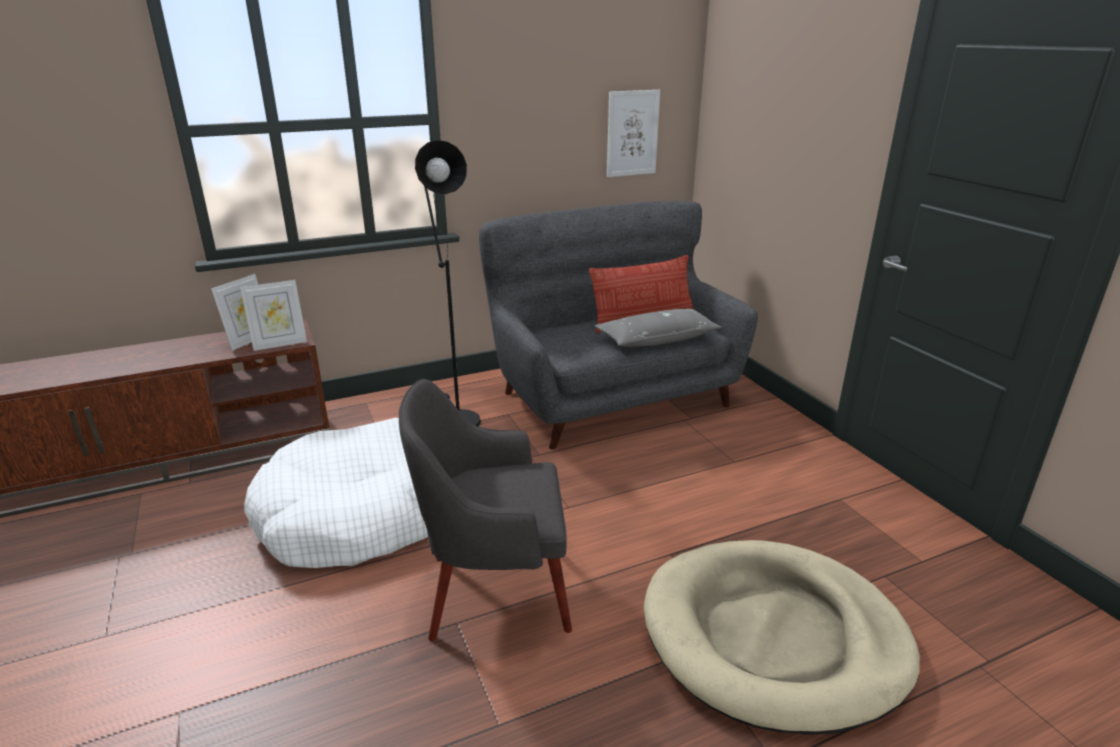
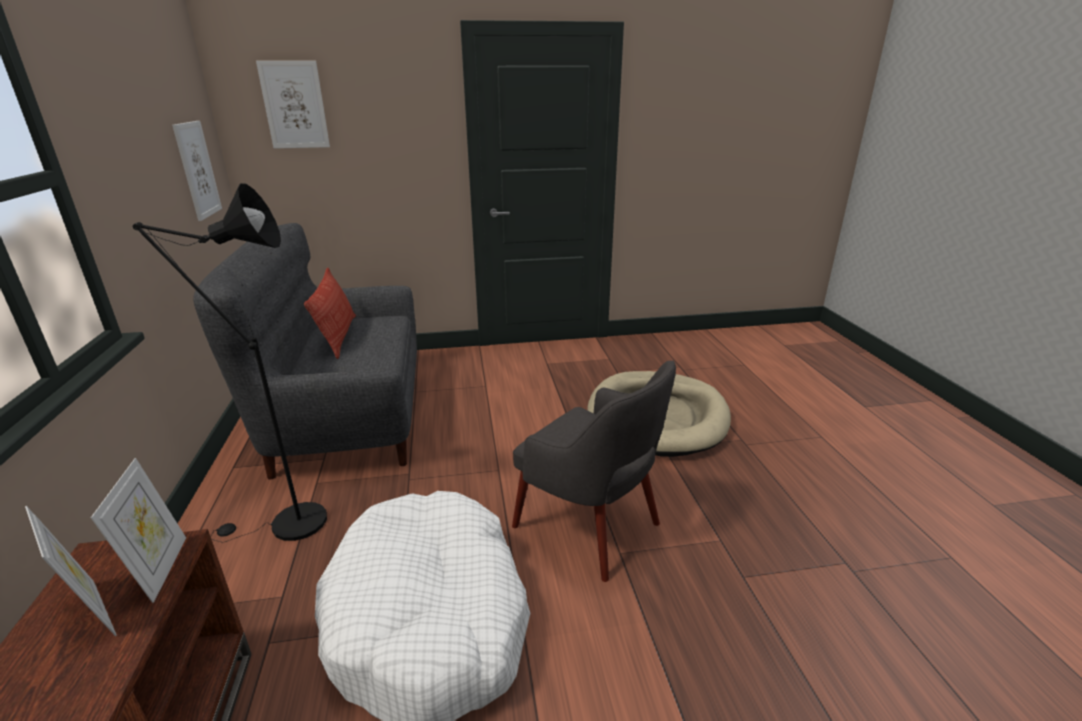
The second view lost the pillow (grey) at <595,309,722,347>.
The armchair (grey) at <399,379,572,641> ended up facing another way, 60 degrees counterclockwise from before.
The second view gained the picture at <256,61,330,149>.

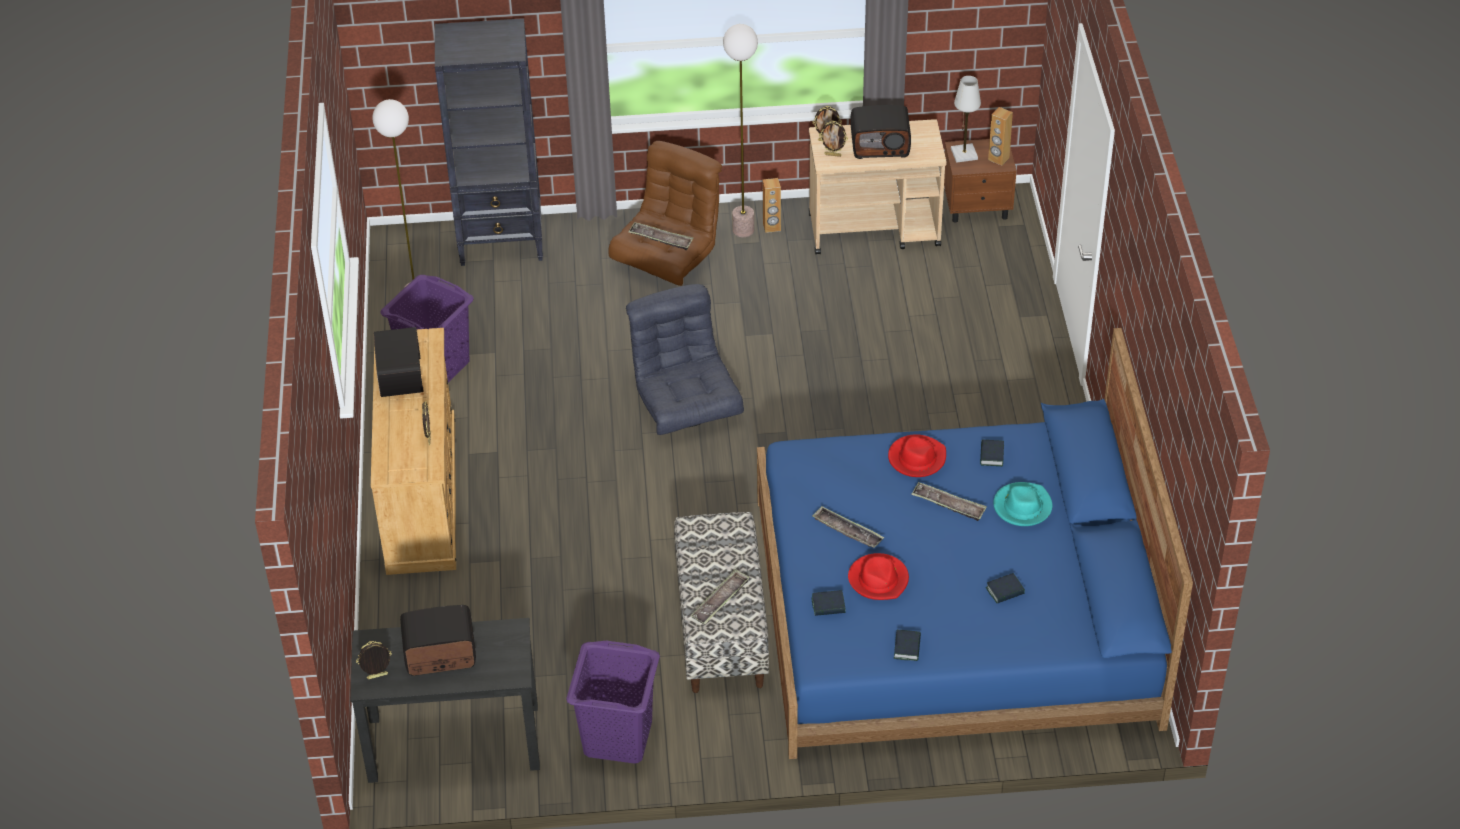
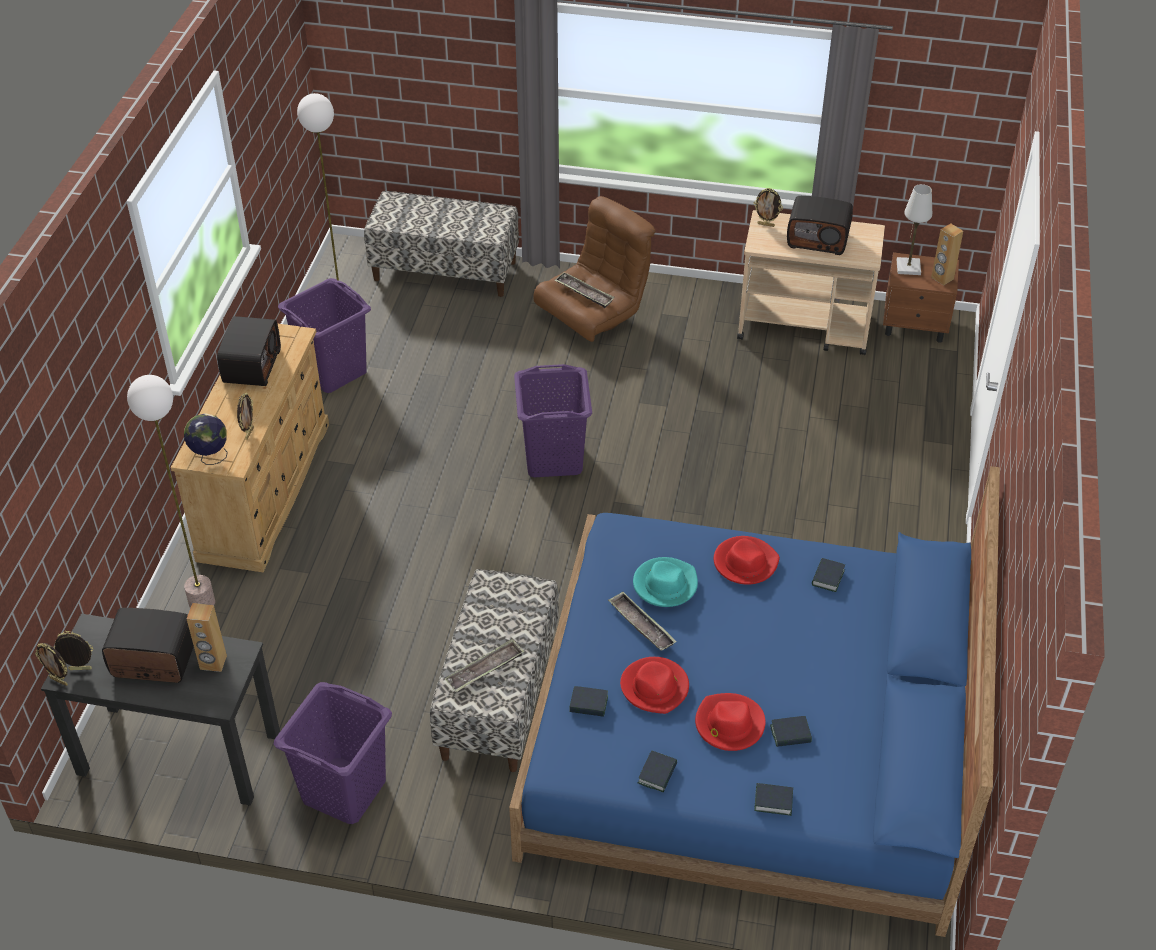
Where the bookcase (black) stood at <435,18,543,266>, the bench came to stand at <364,191,519,297>.
The floor lamp ended up elsewhere, having gone from <723,24,758,237> to <127,375,215,608>.
The picture frame ended up elsewhere, having gone from <819,121,848,157> to <35,643,68,686>.
The speaker (brown) ended up elsewhere, having gone from <763,178,781,233> to <187,603,227,672>.
Where the armchair (grey) stood at <626,284,744,435>, the laundry basket (purple) came to stand at <514,364,592,477>.
The second view lost the tray at <911,482,987,521>.
The hat (turquoise) ended up elsewhere, having gone from <993,482,1053,526> to <633,557,698,607>.
The second view gained the globe at <184,413,228,465>.
The second view gained the hat (red) at <695,693,766,751>.
The second view gained the book at <754,783,793,816>.

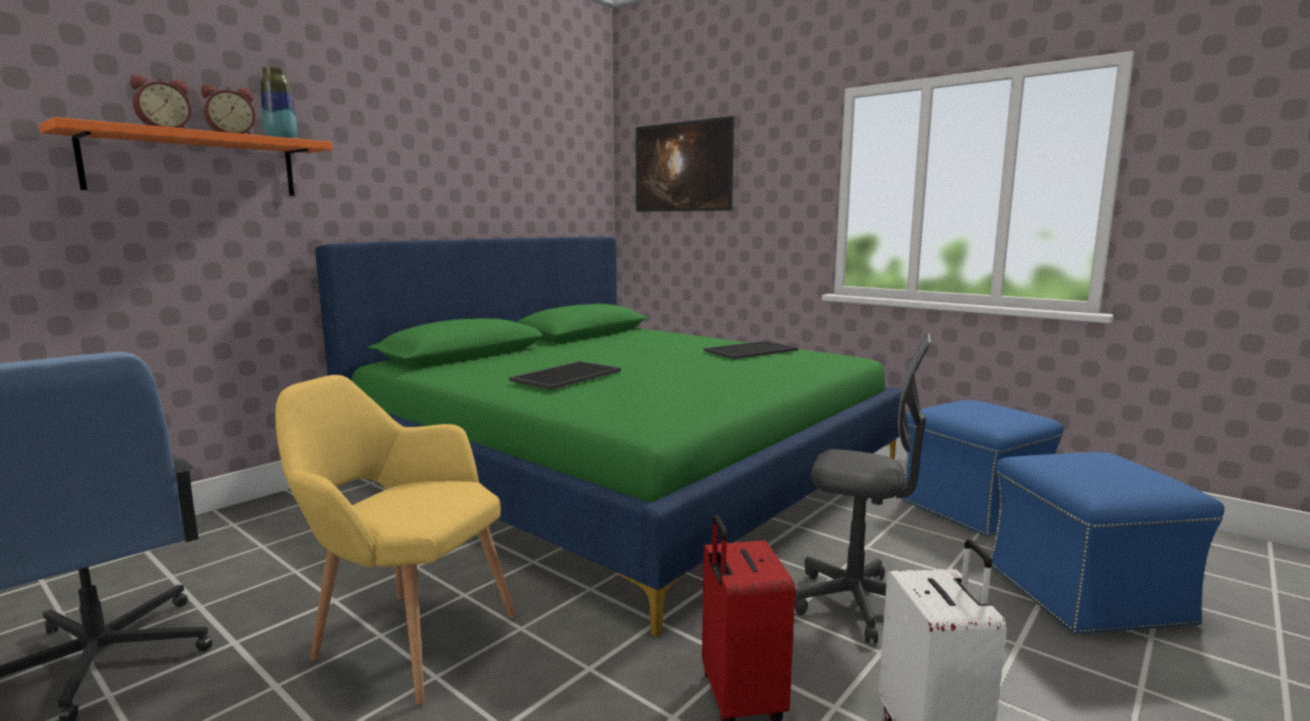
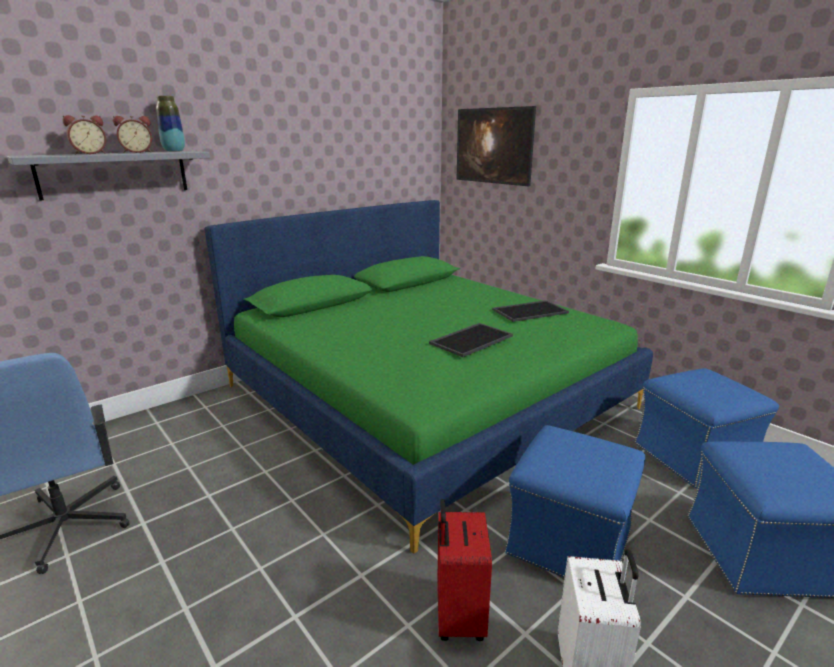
What was the shelf (orange) at <39,117,333,196> turned into the shelf (grey) at <7,151,210,200>.
Where the office chair (grey) stood at <795,333,931,643>, the ottoman (blue) came to stand at <505,425,645,578>.
The tray ended up elsewhere, having gone from <509,361,621,390> to <429,323,513,357>.
The second view lost the armchair (yellow) at <275,375,516,705>.

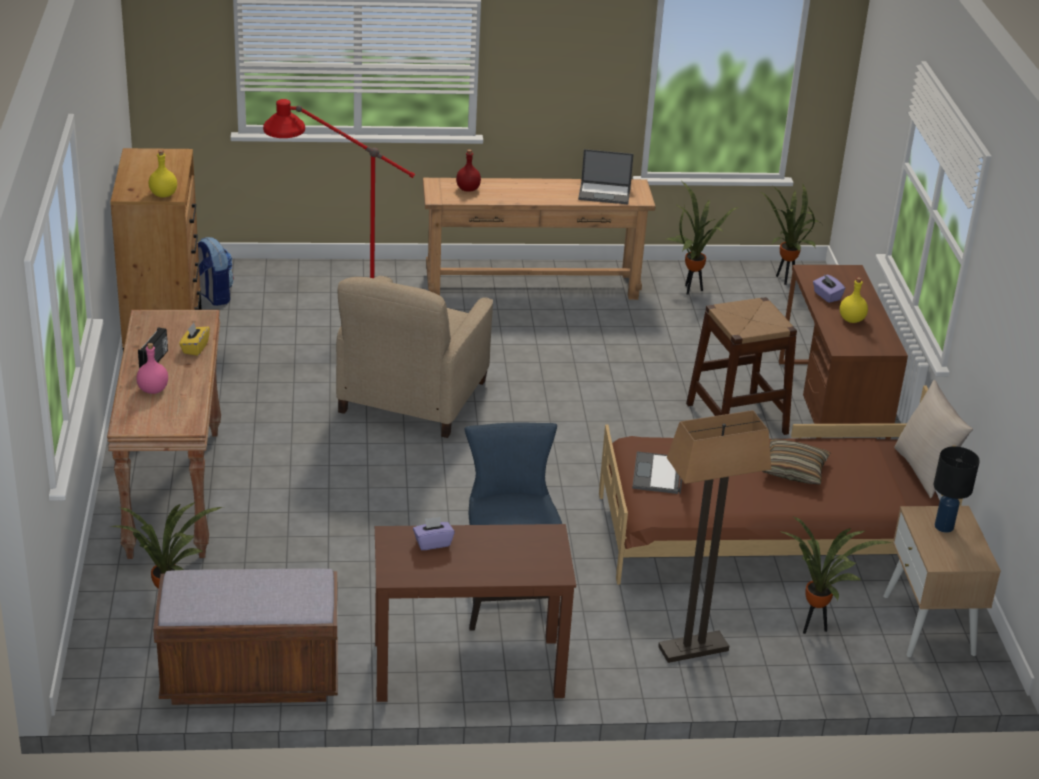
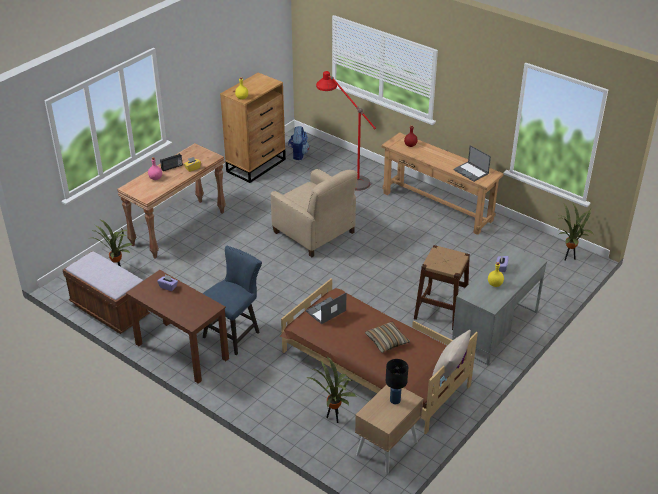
The second view lost the potted plant at <665,182,739,295>.
What was the desk (brown) at <779,265,908,439> turned into the desk (grey) at <452,245,547,365>.
The armchair (beige) at <336,276,493,438> ended up facing another way, 105 degrees counterclockwise from before.
The second view lost the floor lamp at <658,410,771,663>.

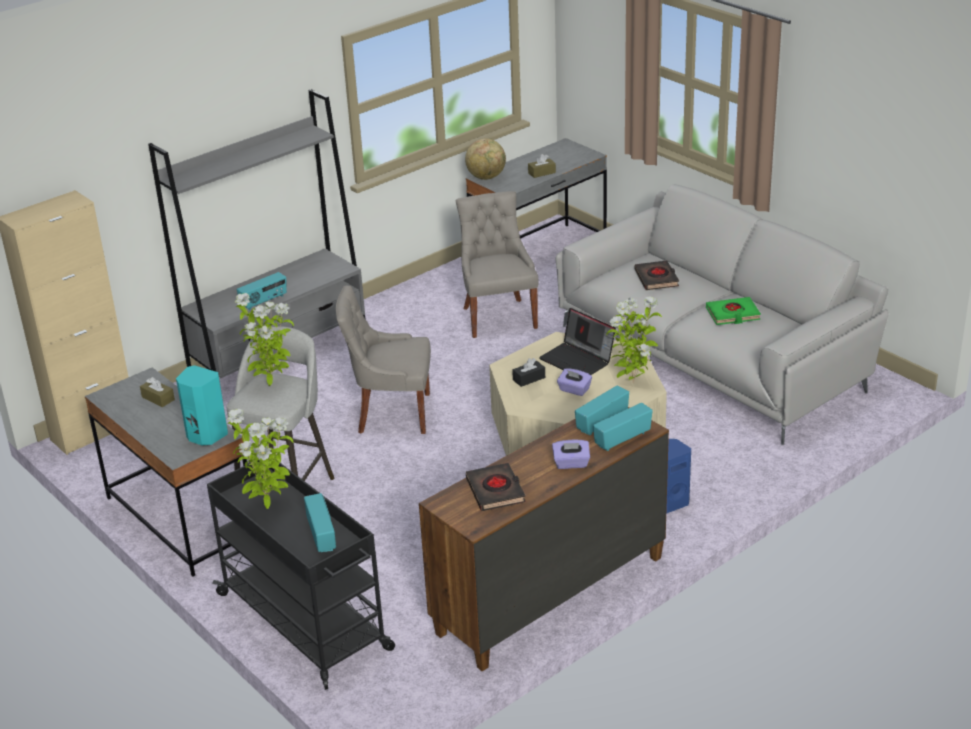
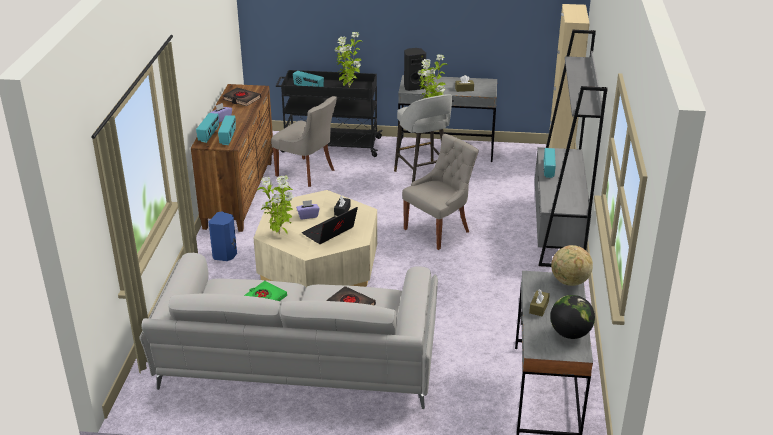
The chair (grey) ended up elsewhere, having gone from <456,191,538,338> to <271,96,337,187>.
The laptop at <539,308,616,375> ended up facing another way, 45 degrees counterclockwise from before.
What was the speaker (turquoise) at <176,365,228,445> turned into the speaker (black) at <404,48,426,91>.
The second view gained the globe at <550,295,595,339>.

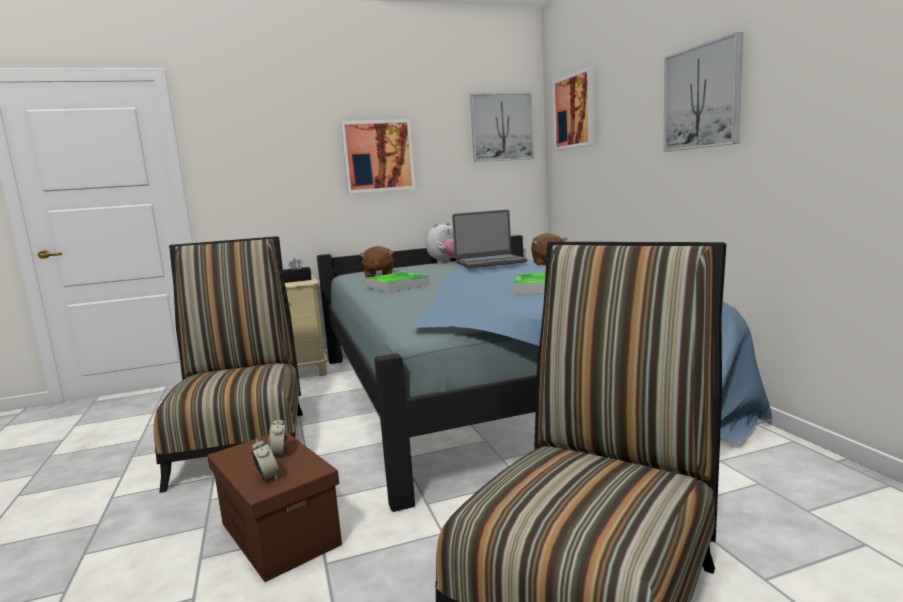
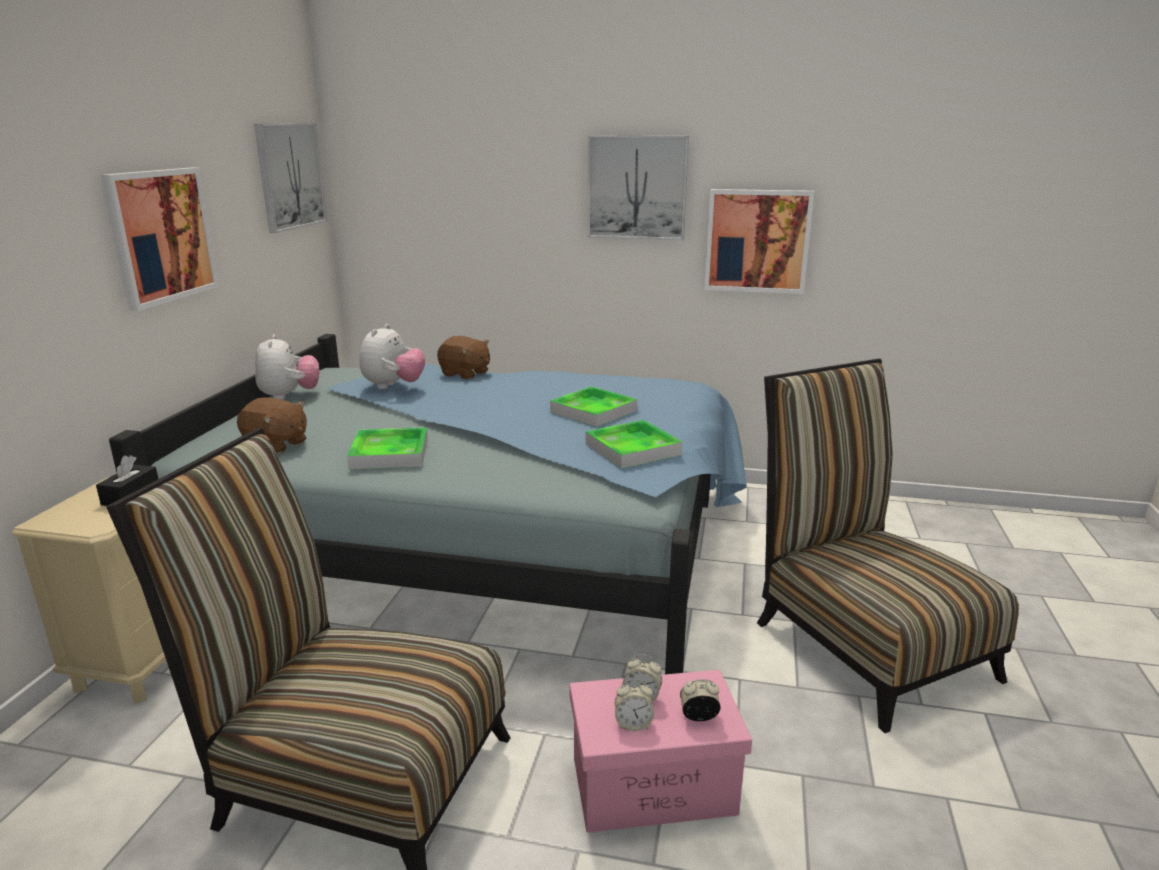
The picture ended up elsewhere, having gone from <552,67,595,150> to <704,189,814,294>.
Where the laptop stood at <452,210,527,268>, the plush toy came to stand at <359,324,425,389>.
What was the storage box (brown) at <207,432,342,582> turned into the storage box (pink) at <569,670,752,833>.
The second view gained the tray at <585,420,682,469>.
The second view gained the alarm clock at <615,679,654,731>.

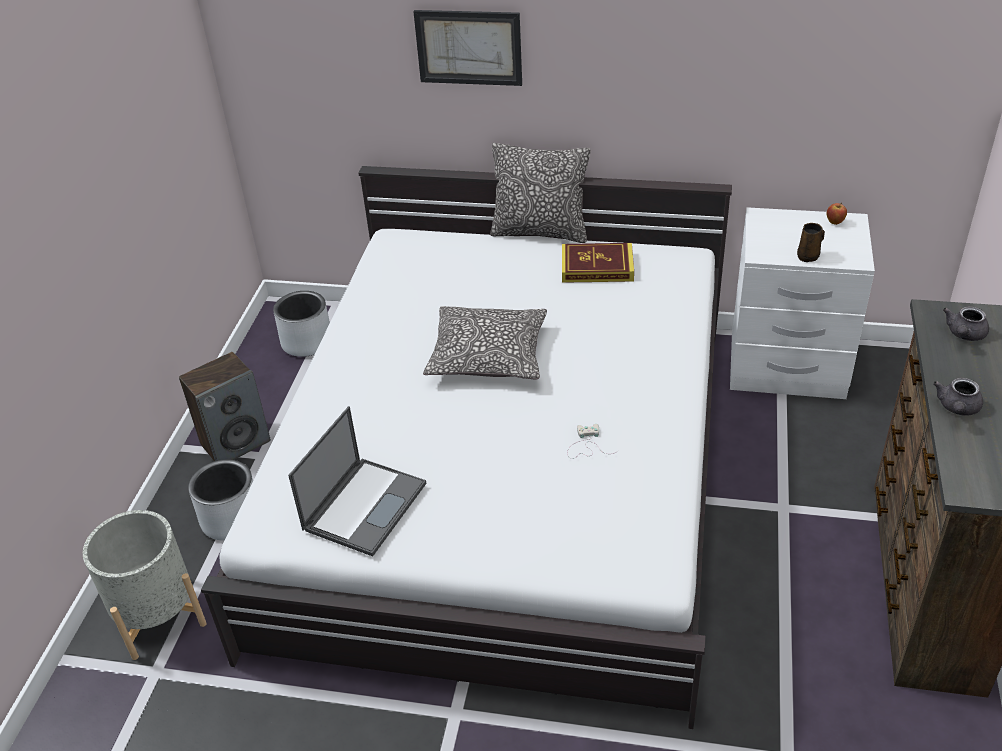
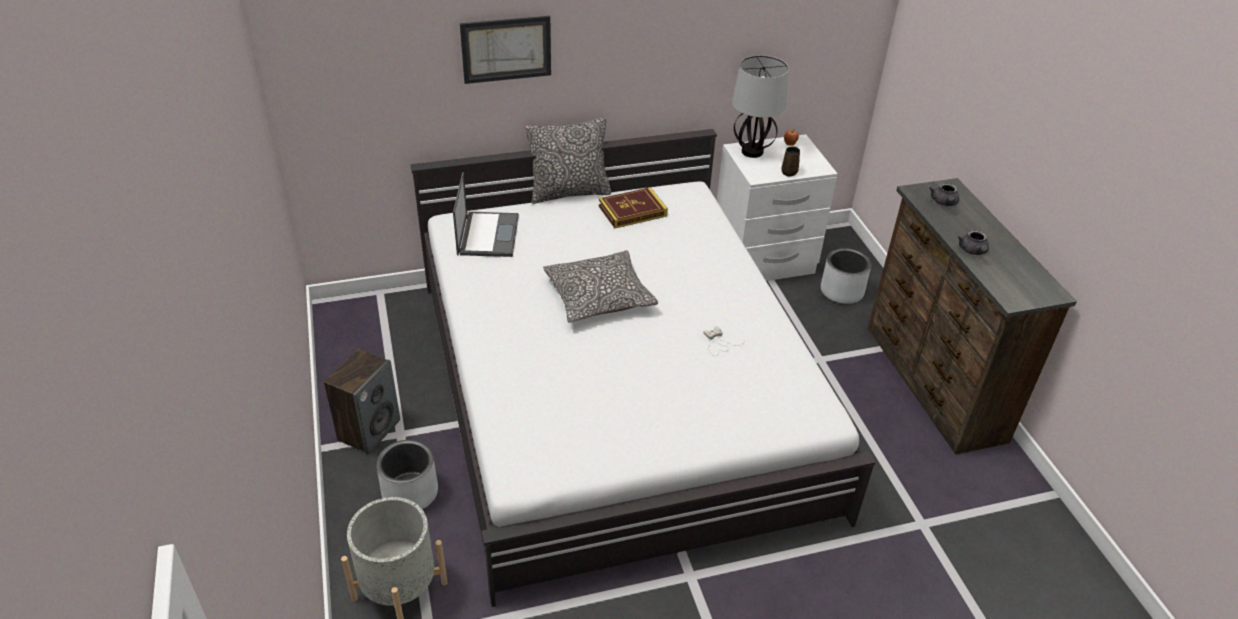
The planter (grey) ended up elsewhere, having gone from <273,291,330,357> to <821,248,871,304>.
The laptop ended up elsewhere, having gone from <288,406,426,557> to <453,172,519,257>.
The second view gained the table lamp at <732,55,789,158>.

